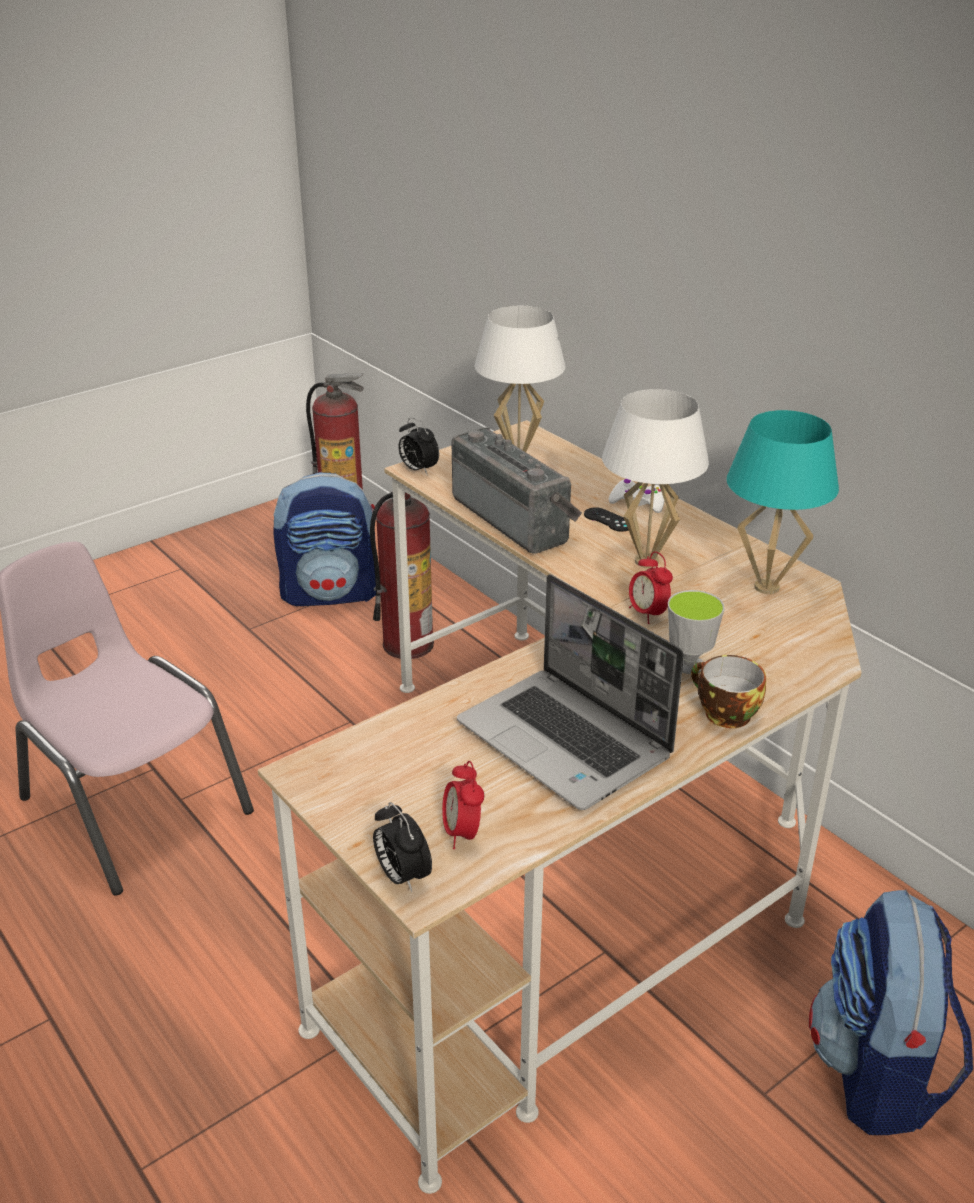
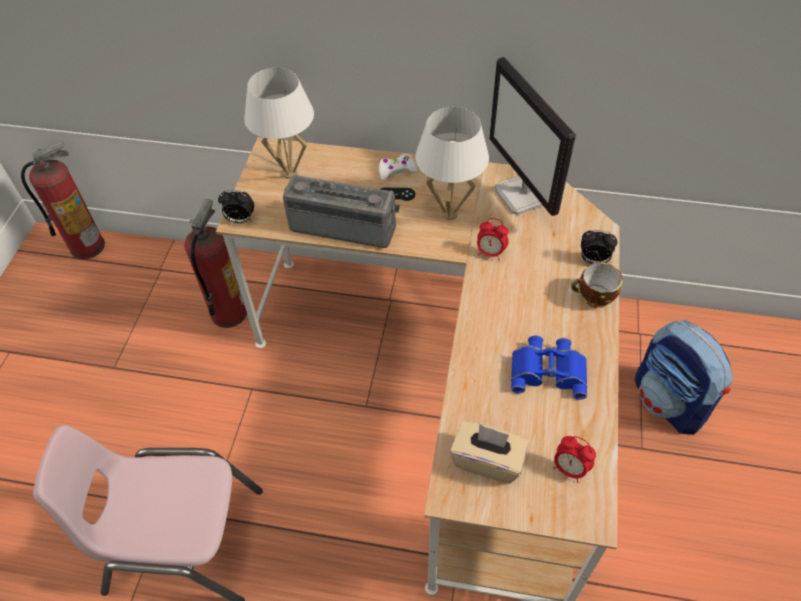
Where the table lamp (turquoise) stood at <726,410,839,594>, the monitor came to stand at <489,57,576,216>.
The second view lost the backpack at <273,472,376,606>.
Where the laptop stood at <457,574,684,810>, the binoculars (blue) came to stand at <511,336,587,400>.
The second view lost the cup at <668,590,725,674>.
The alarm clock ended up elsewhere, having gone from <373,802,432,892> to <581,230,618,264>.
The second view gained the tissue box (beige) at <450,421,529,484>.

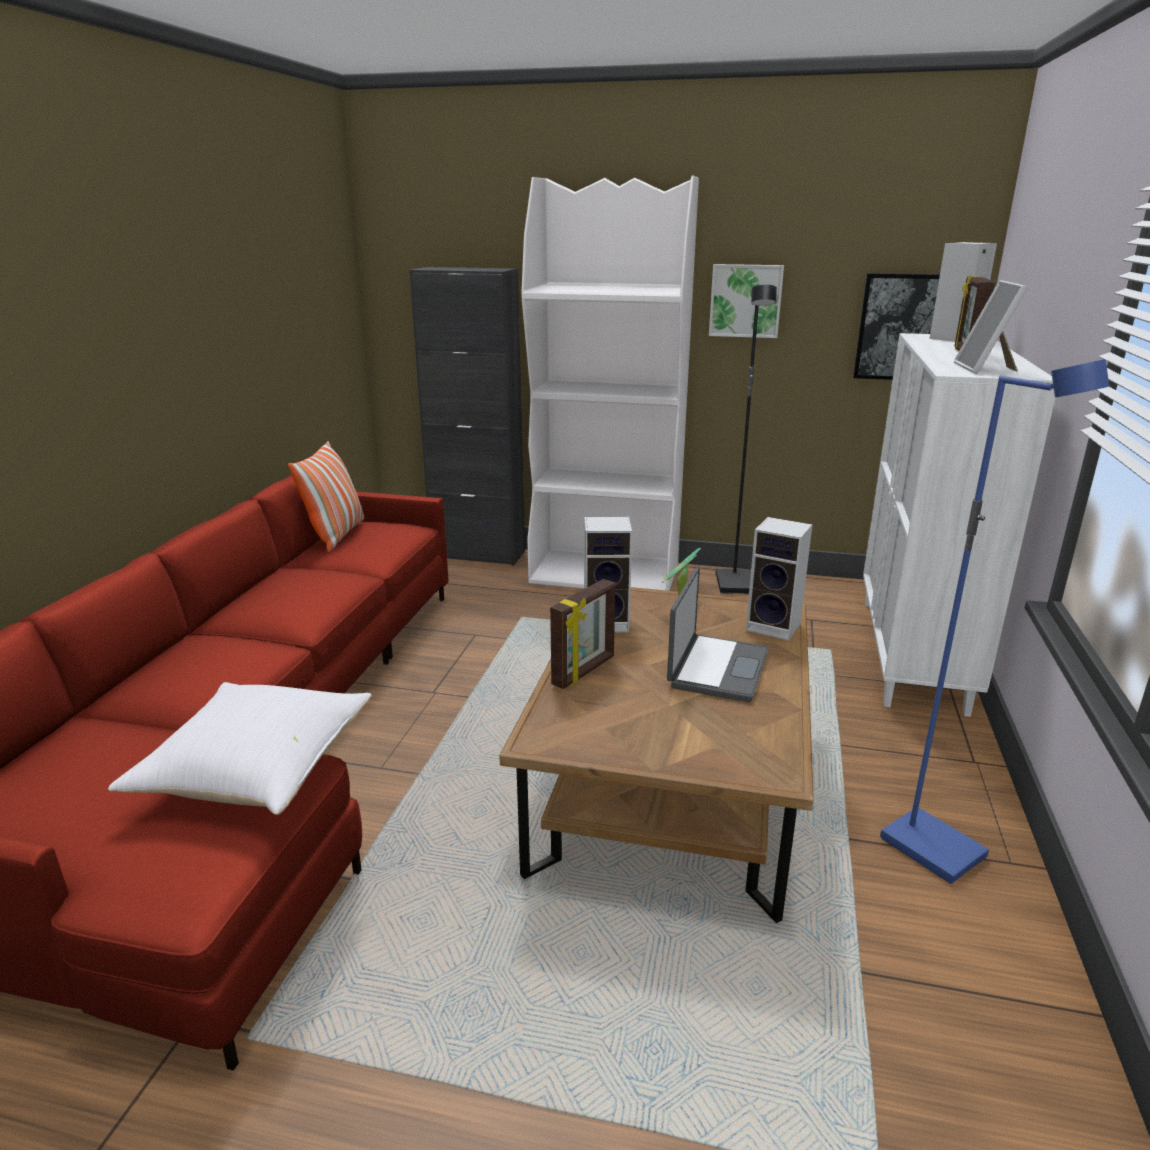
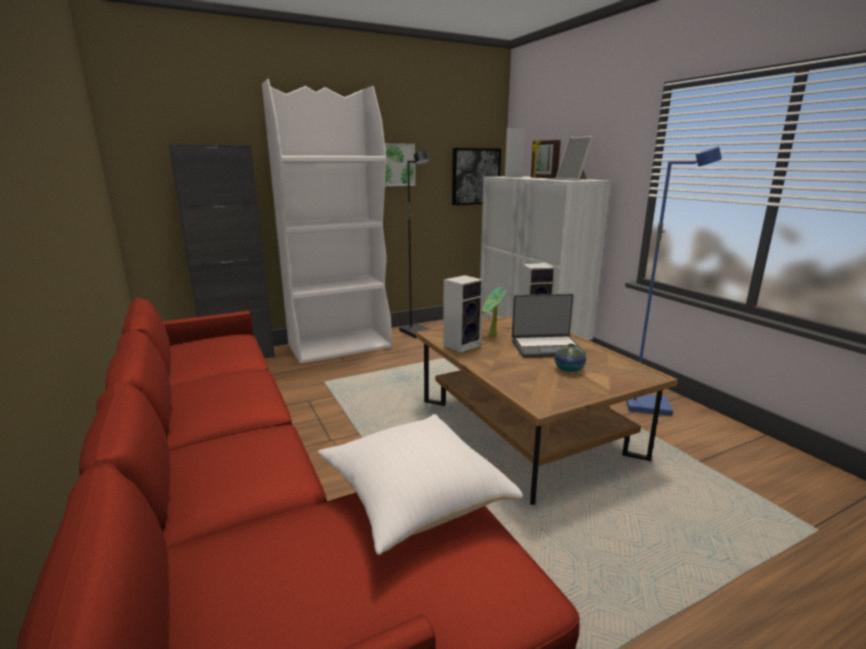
The second view lost the pillow at <288,441,364,552>.
The laptop at <667,568,769,702> ended up facing another way, 105 degrees clockwise from before.
The second view lost the picture frame at <550,579,615,689>.
The second view gained the vase at <554,344,586,372>.

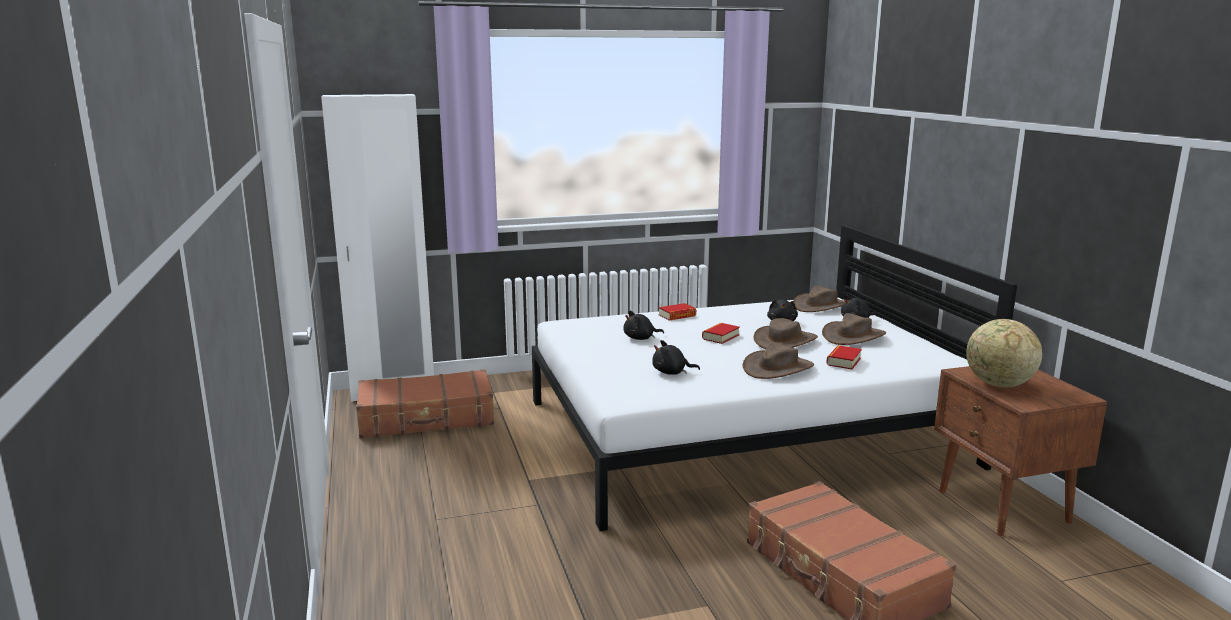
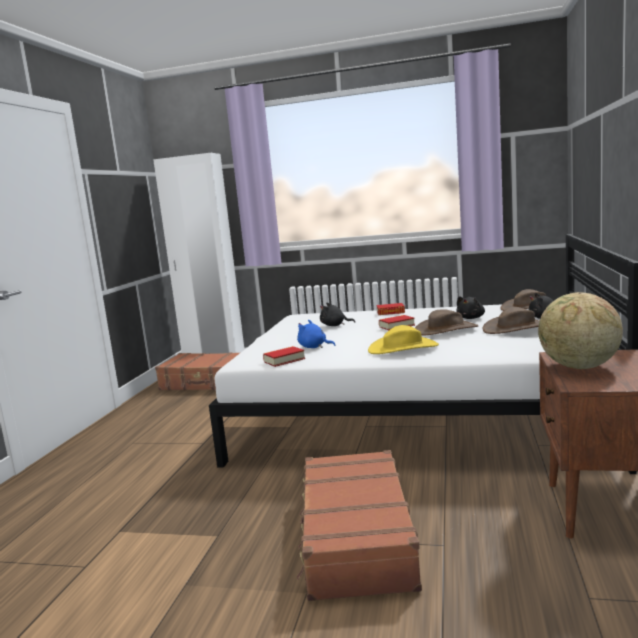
What was the plush toy (black) at <652,340,700,375> turned into the plush toy (blue) at <297,320,336,348>.
What was the hat (brown) at <743,342,814,379> turned into the hat (yellow) at <368,325,439,354>.
The book ended up elsewhere, having gone from <826,345,862,369> to <263,346,305,367>.

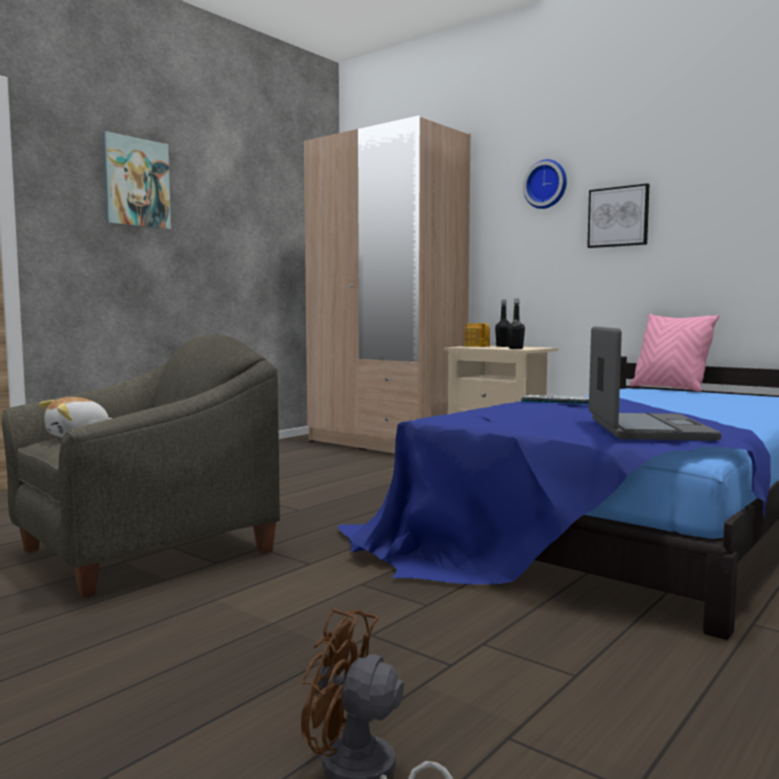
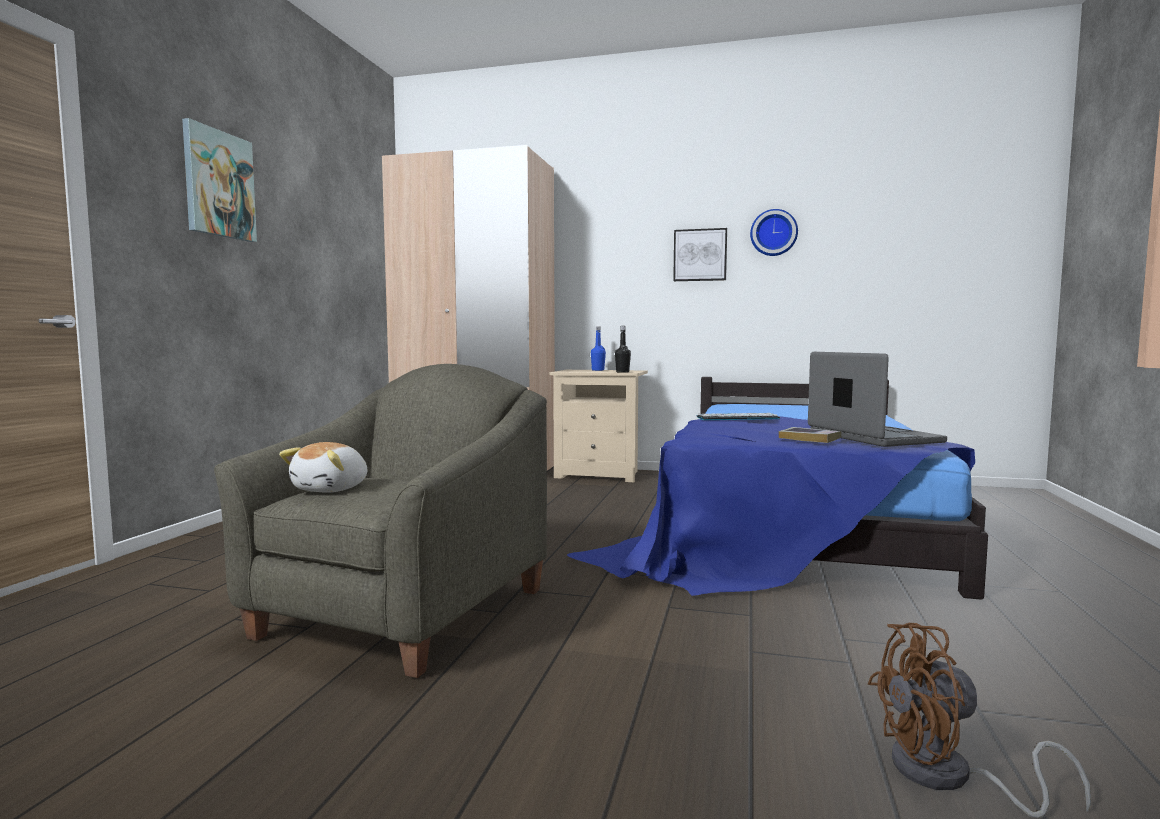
The wall clock ended up elsewhere, having gone from <523,159,567,209> to <750,209,798,256>.
What was the bottle (black) at <495,300,510,347> turned into the bottle (blue) at <591,327,606,371>.
The second view lost the pillow (pink) at <630,314,719,392>.
The second view lost the teapot at <465,323,490,347>.
The second view gained the book at <779,427,842,443>.

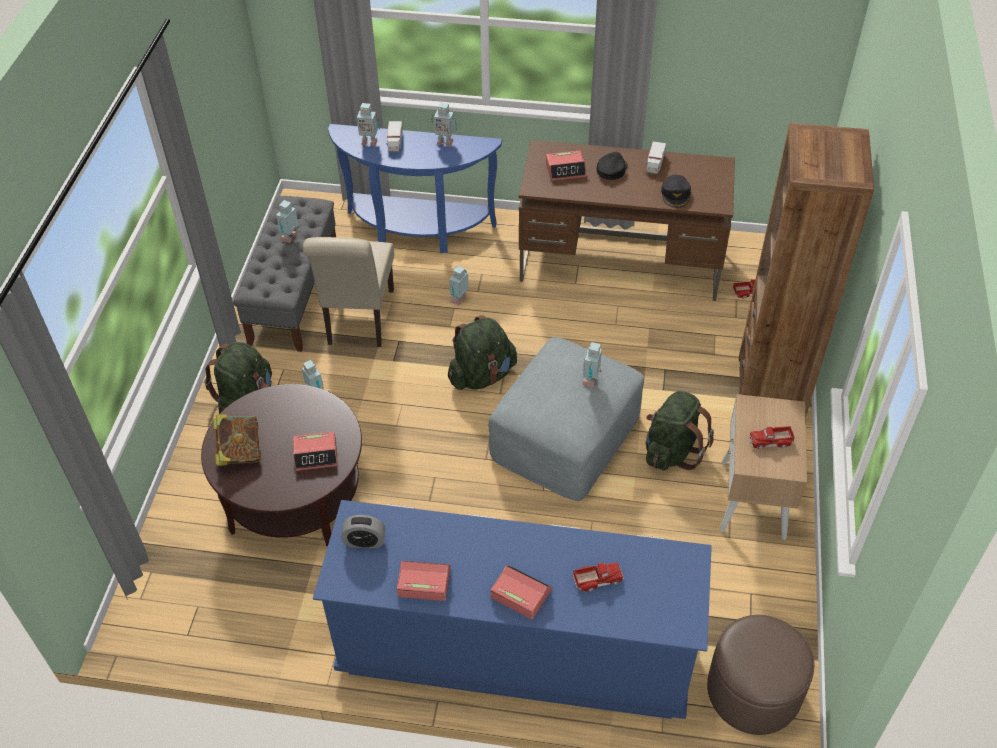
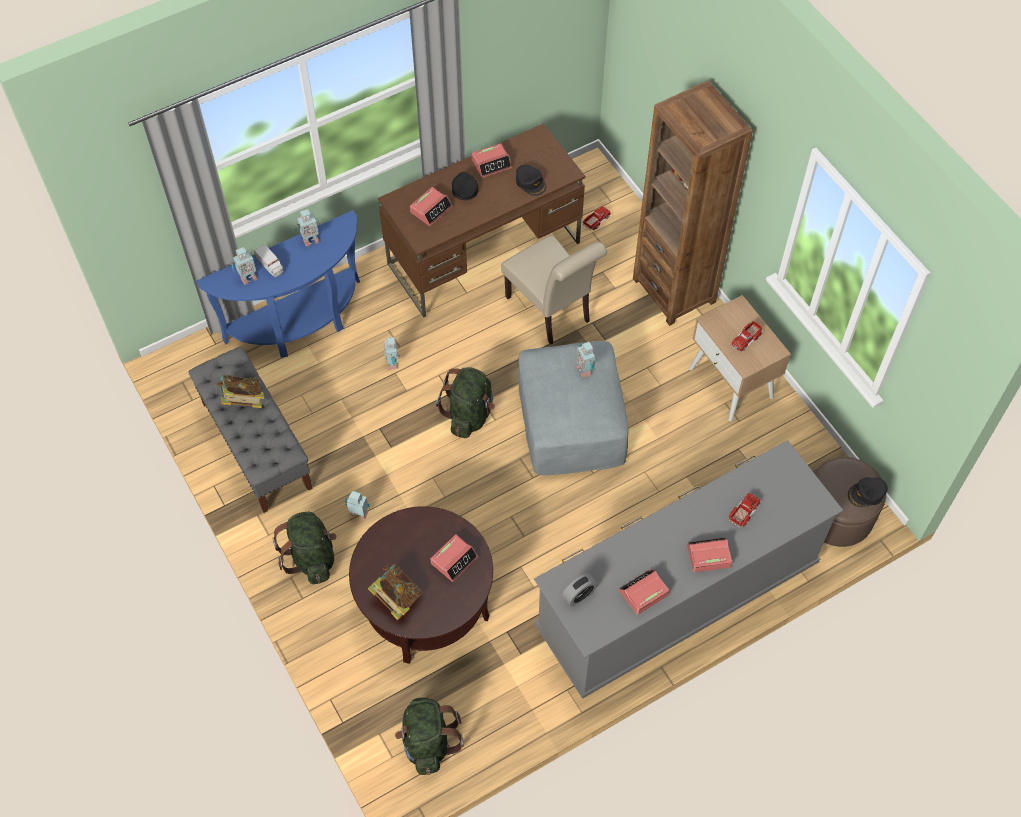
Where the toy truck stood at <646,141,666,174>, the alarm clock came to stand at <472,143,512,178>.
Where the toy robot stood at <276,200,298,243>, the book came to stand at <216,375,264,408>.
The chair (beige) ended up elsewhere, having gone from <303,237,394,347> to <501,235,607,345>.
The backpack (green) ended up elsewhere, having gone from <645,391,714,471> to <395,698,463,775>.
What was the dresser (blue) at <313,500,712,719> turned into the dresser (grey) at <534,440,843,699>.
The second view gained the cap (black) at <848,477,888,507>.

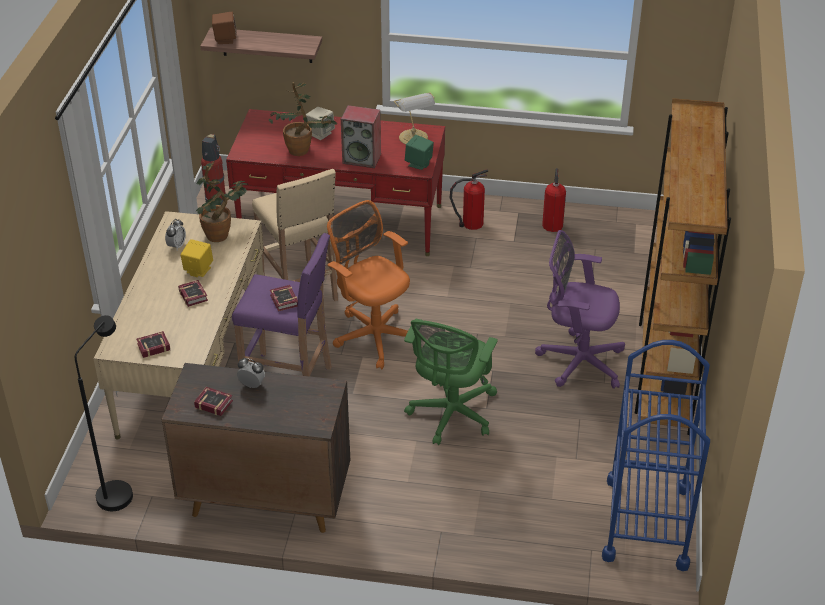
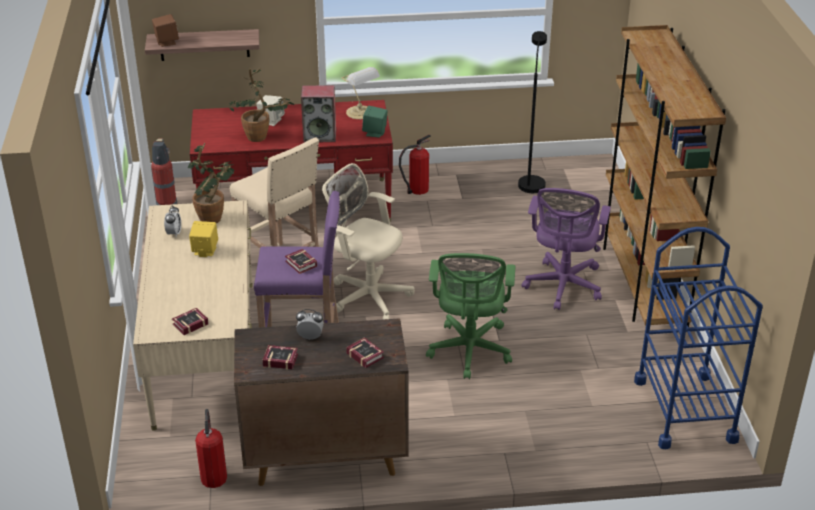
The fire extinguisher ended up elsewhere, having gone from <542,168,566,232> to <195,409,227,488>.
What was the office chair (orange) at <327,200,410,369> turned into the office chair (beige) at <322,163,415,319>.
The office chair (purple) at <535,230,625,389> ended up facing another way, 75 degrees counterclockwise from before.
The book ended up elsewhere, having gone from <178,280,208,307> to <346,337,384,368>.
The floor lamp (black) ended up elsewhere, having gone from <75,315,133,511> to <518,31,547,193>.

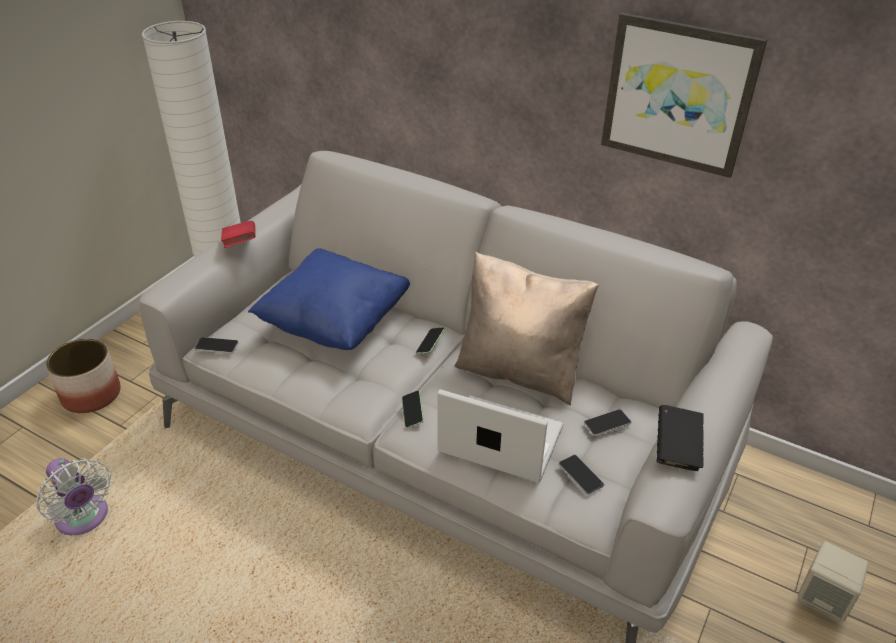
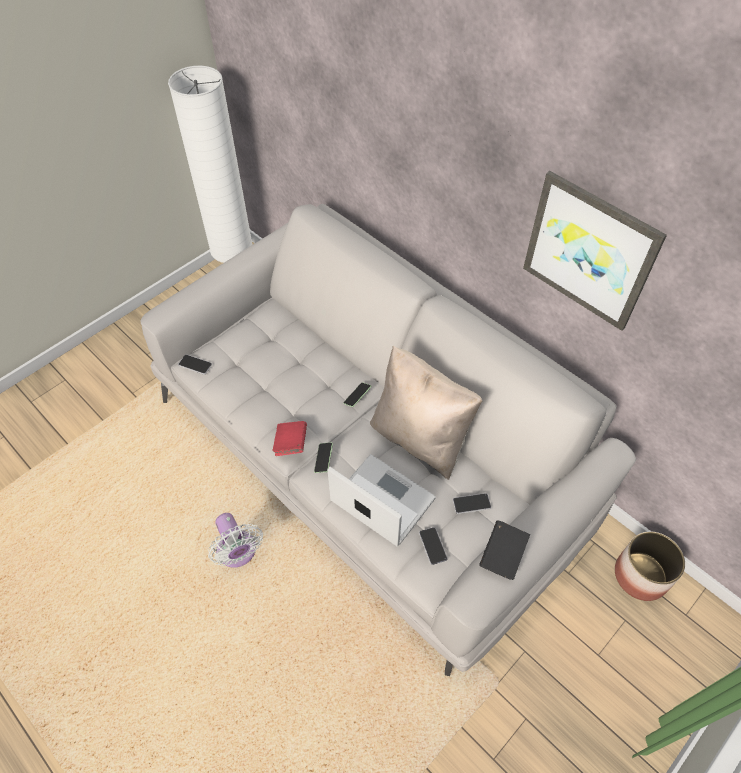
The book (red) ended up elsewhere, having gone from <221,221,255,248> to <273,421,307,456>.
The second view lost the pillow (blue) at <248,248,410,350>.
The planter ended up elsewhere, having gone from <46,339,121,413> to <615,532,685,601>.
The fan (white) ended up elsewhere, having gone from <36,458,111,535> to <208,513,263,568>.
The second view lost the speaker (beige) at <798,541,869,622>.

